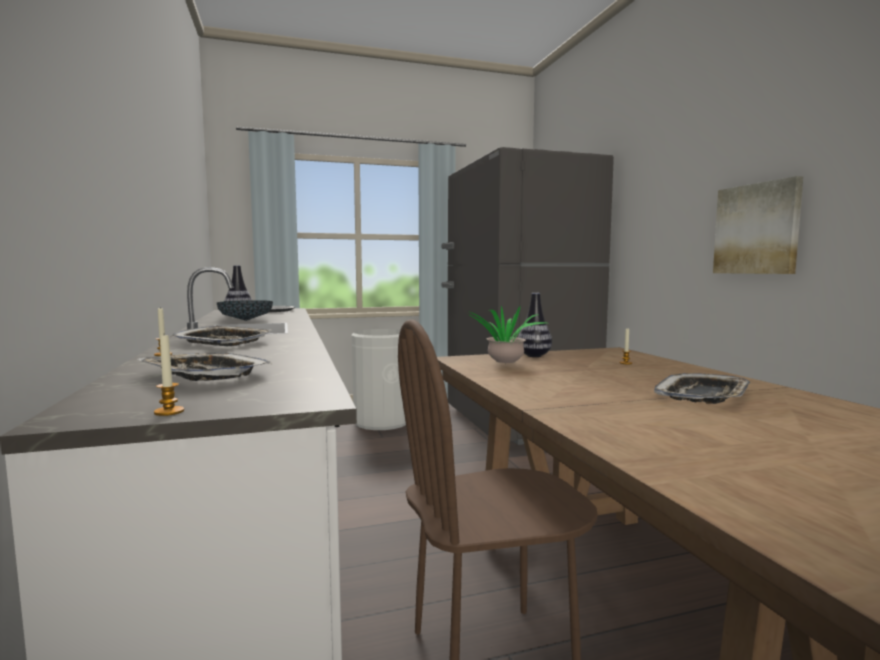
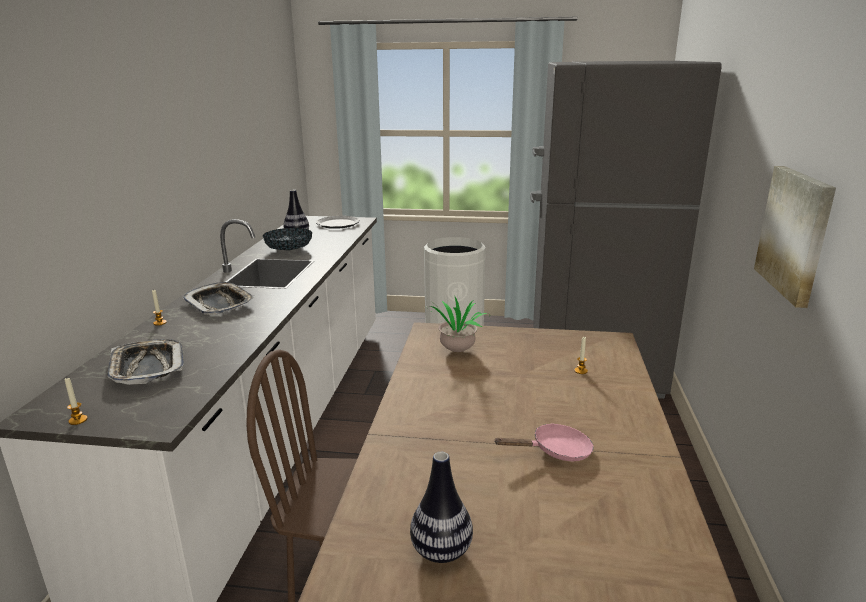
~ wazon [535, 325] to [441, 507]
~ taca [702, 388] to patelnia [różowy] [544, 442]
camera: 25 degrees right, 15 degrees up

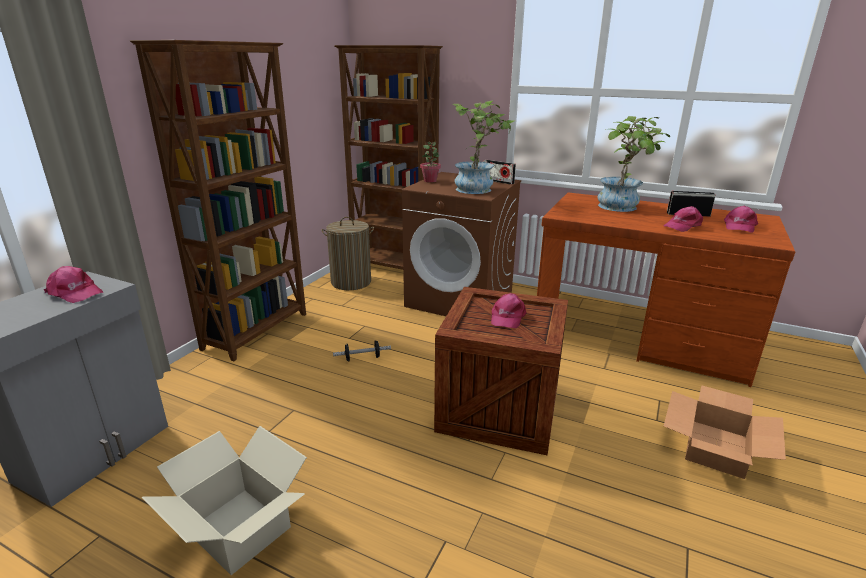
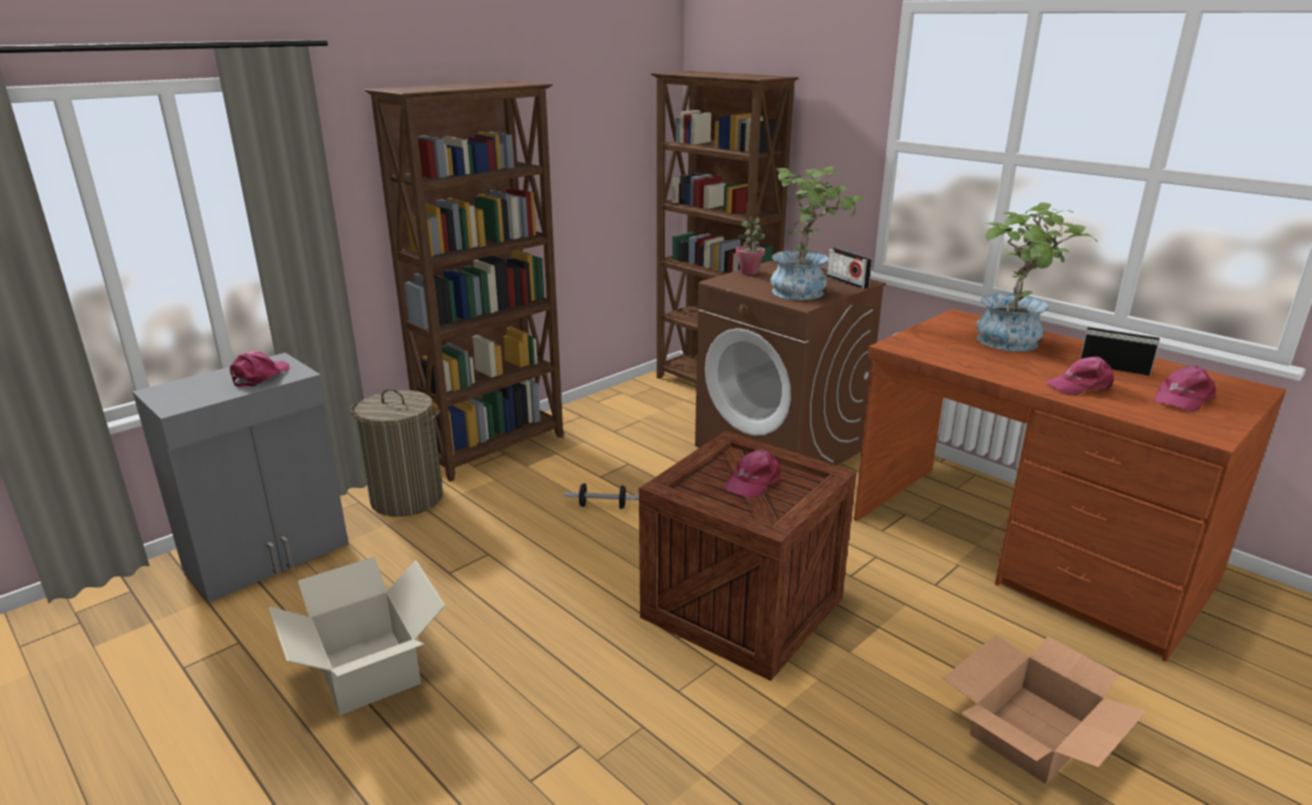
~ kosz na pranie [347, 253] to [396, 453]
~ czapka z daszkiem [różowy] [73, 284] = [260, 369] 120 degrees counterclockwise
camera: 20 degrees right, 0 degrees up

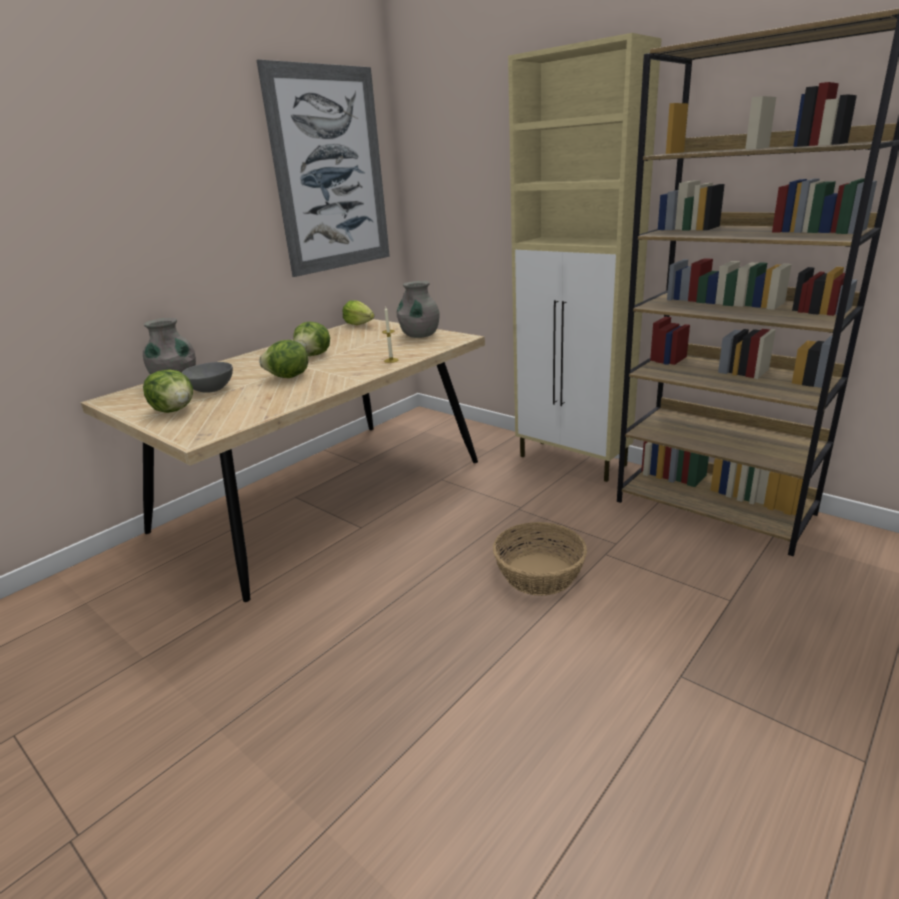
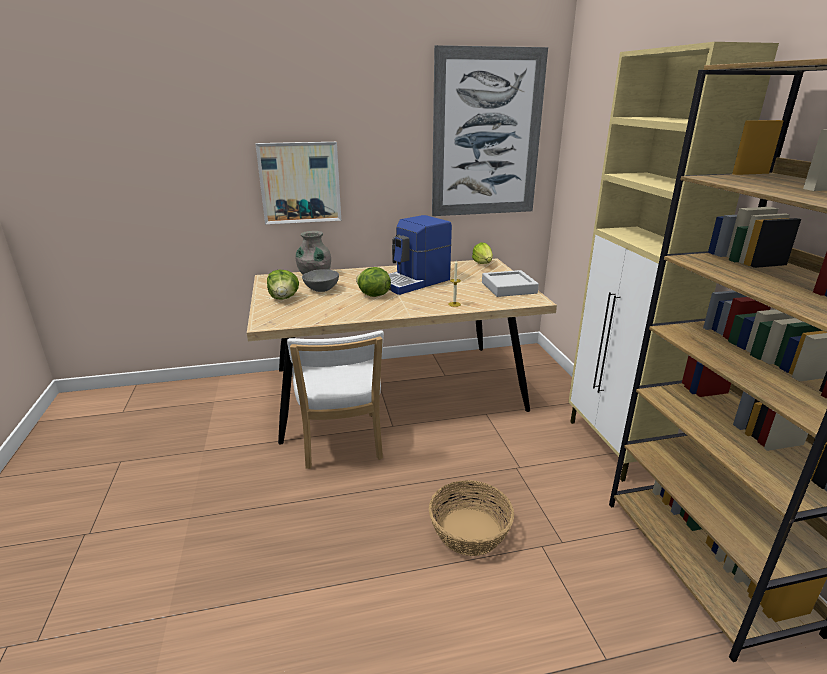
+ obraz [298, 183]
+ krzesło [biały] [335, 400]
~ sałata [311, 339] to ekspres do kawy [420, 255]
~ wazon [szary] [418, 309] to taca [szary] [510, 283]
camera: 35 degrees right, 0 degrees up

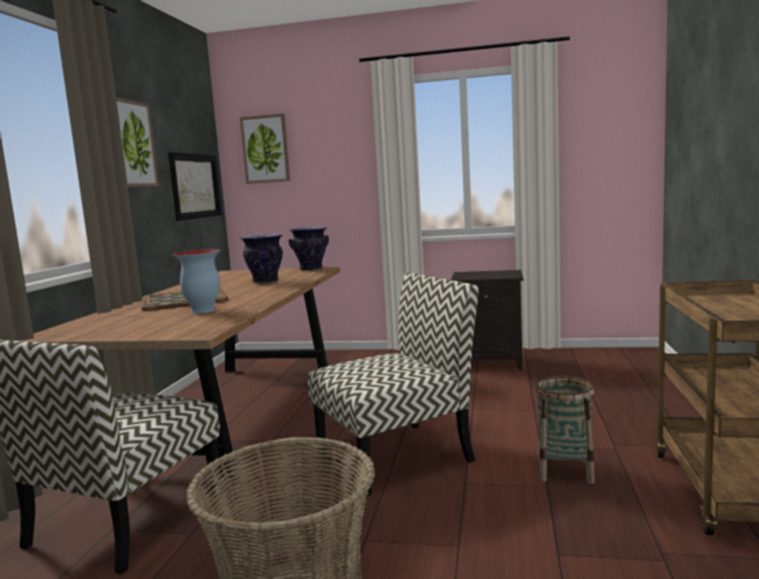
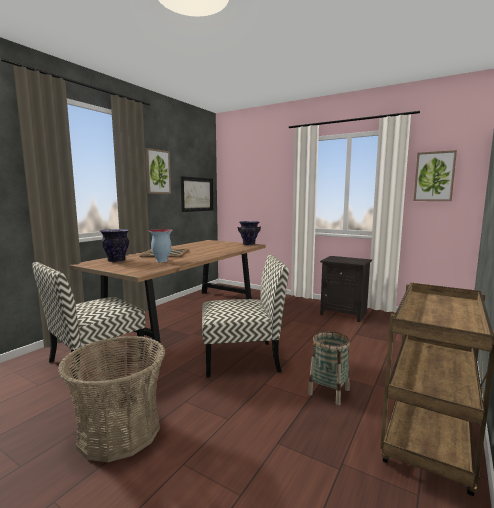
~ obraz [265, 149] to [435, 175]
~ wazon [261, 259] to [114, 245]
camera: 20 degrees right, 0 degrees up

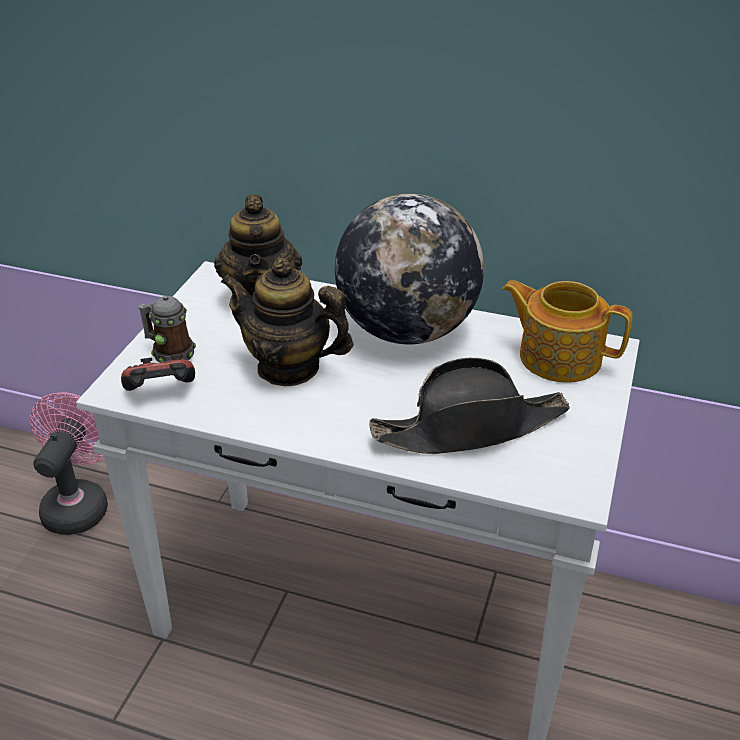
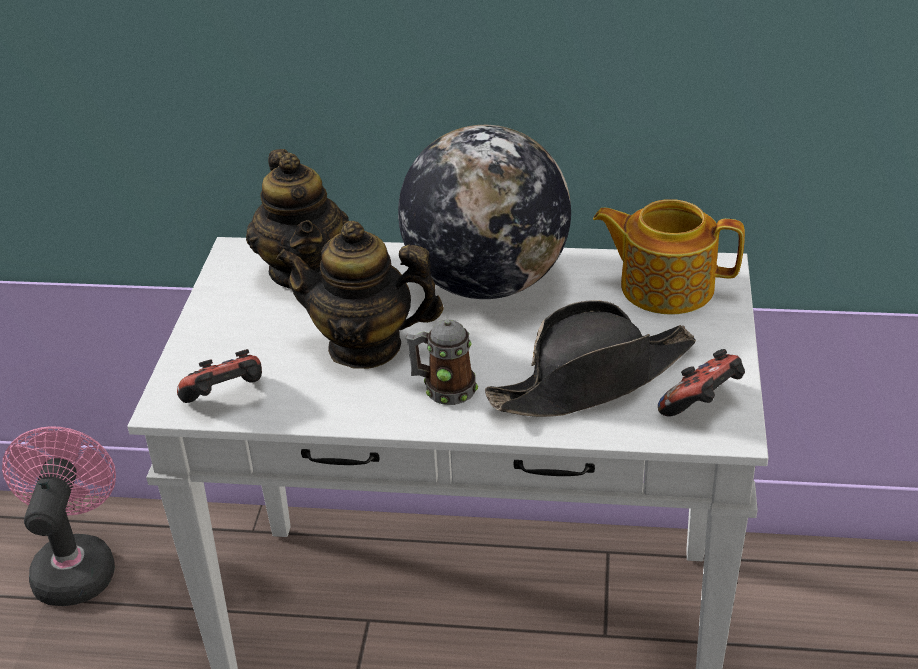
+ pad do gier [701, 383]
~ kubek [167, 329] to [442, 362]
camera: 10 degrees left, 0 degrees up

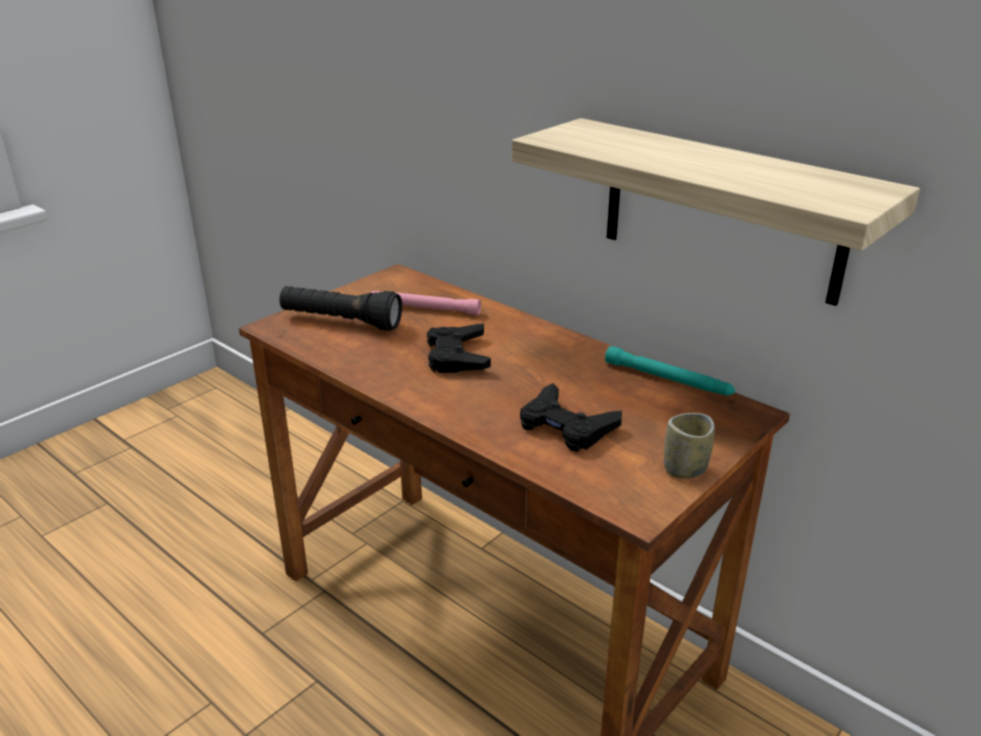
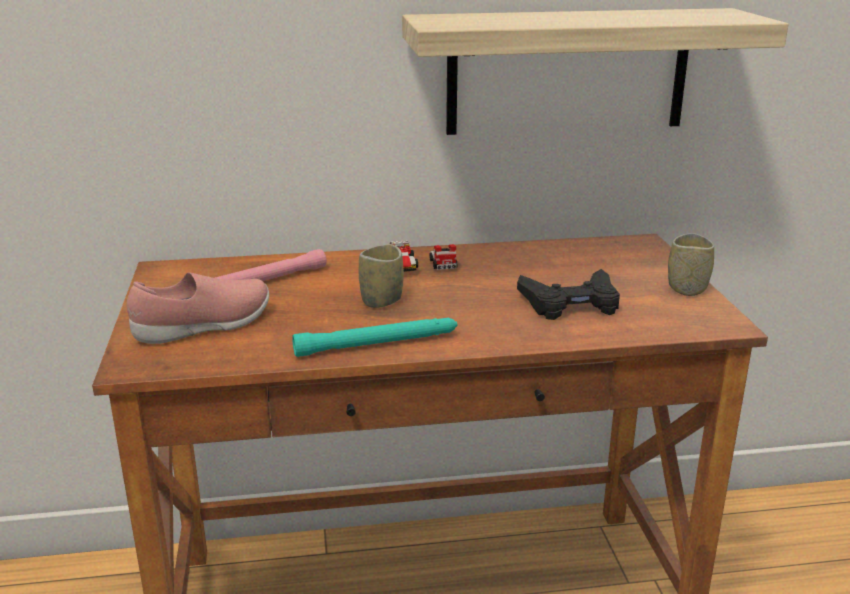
+ samochodzik [424, 256]
~ latarka [turkusowy] [670, 371] to [374, 337]
~ latarka [czarny] [340, 308] to but [różowy] [198, 308]
~ pad do gier [czarny] [459, 348] to filiżanka [381, 276]
camera: 50 degrees left, 5 degrees down

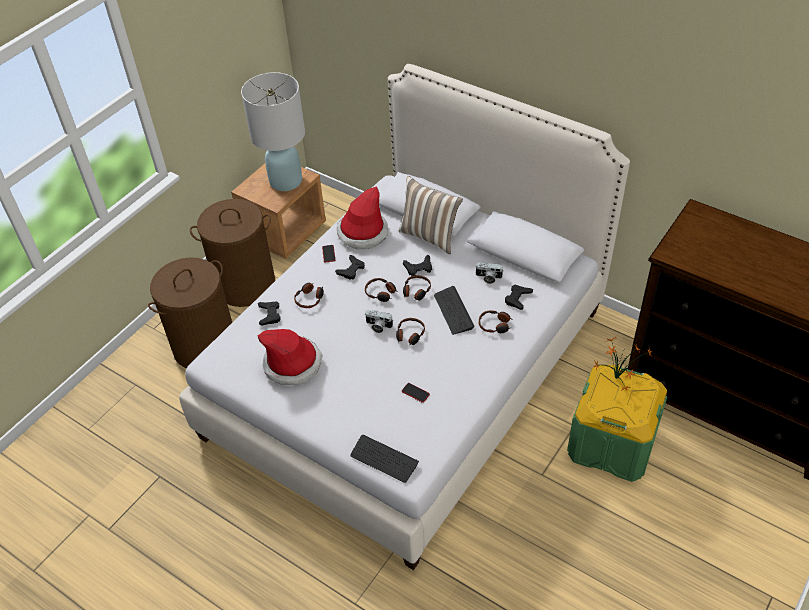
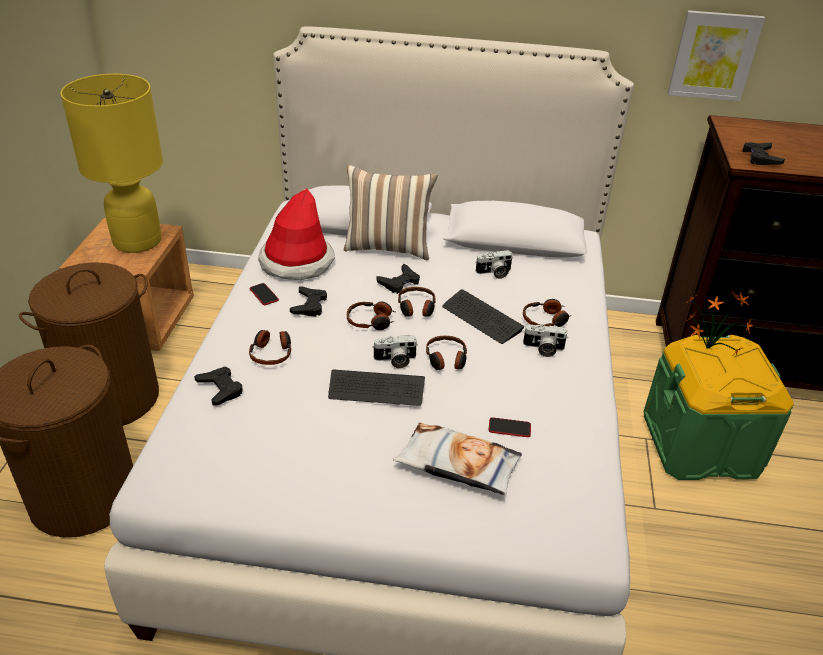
- kapelusz [290, 357]
+ poduszka [457, 459]
+ aparat fotograficzny [545, 340]
+ obraz [716, 55]
~ klawiatura [384, 459] to [376, 388]
~ pad do gier [czarny] [519, 297] to [764, 153]
~ lampa stołowa [biały] [273, 131] to lampa stołowa [żółty] [112, 163]
camera: 30 degrees left, 10 degrees down

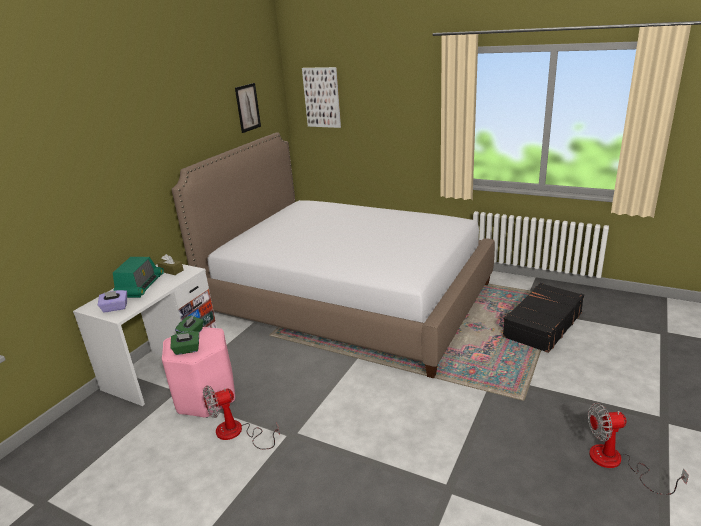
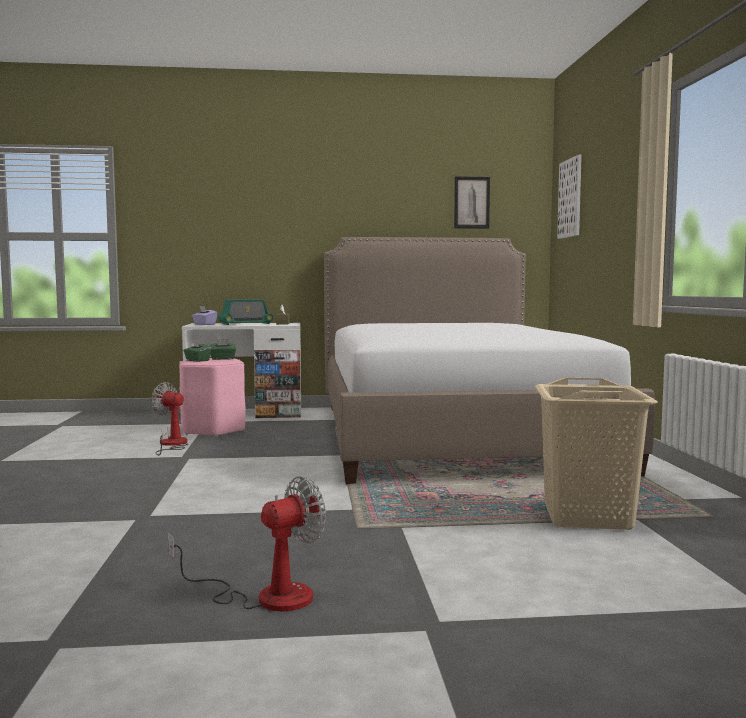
~ walizka [czarny] [543, 318] to kosz na pranie [beżowy] [596, 454]
~ wentylator [638, 449] = [247, 543] 90 degrees clockwise
camera: 55 degrees right, 20 degrees down

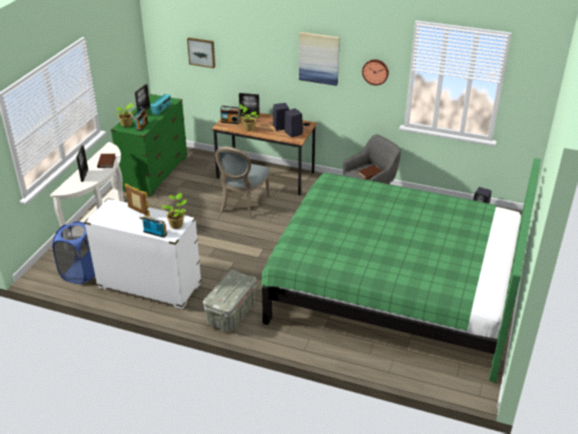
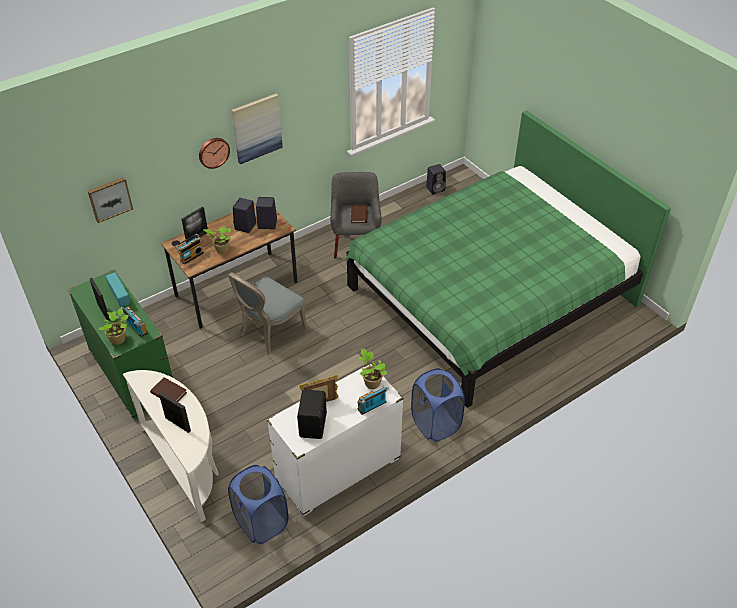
+ głośnik [czarny] [312, 414]
~ zegar ścienny [375, 72] to [214, 153]
~ pojemnik do przechowywania [szary] [230, 301] to kosz na pranie [niebieski] [438, 405]
~ krzesło [szary] [242, 182] = [267, 313] 75 degrees clockwise
camera: 55 degrees left, 10 degrees up

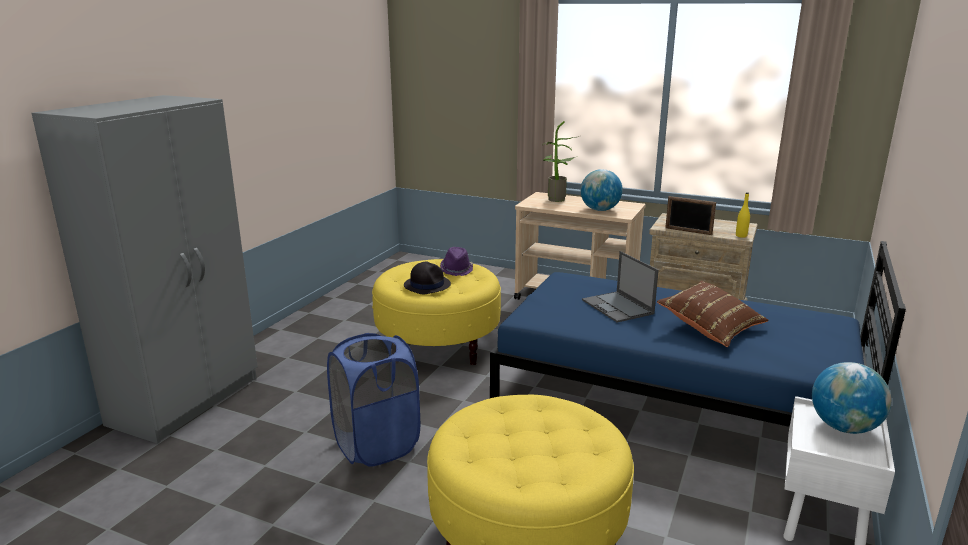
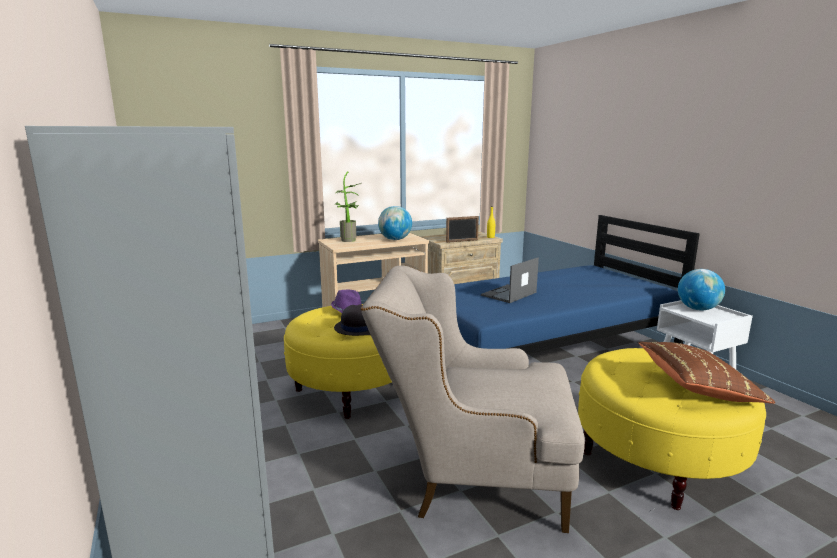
~ poduszka [brązowy] [713, 314] to [707, 373]
~ kosz na pranie [niebieski] [373, 400] to fotel [beżowy] [473, 399]
~ laptop [620, 287] = [510, 280] 120 degrees clockwise
camera: 50 degrees left, 5 degrees down

